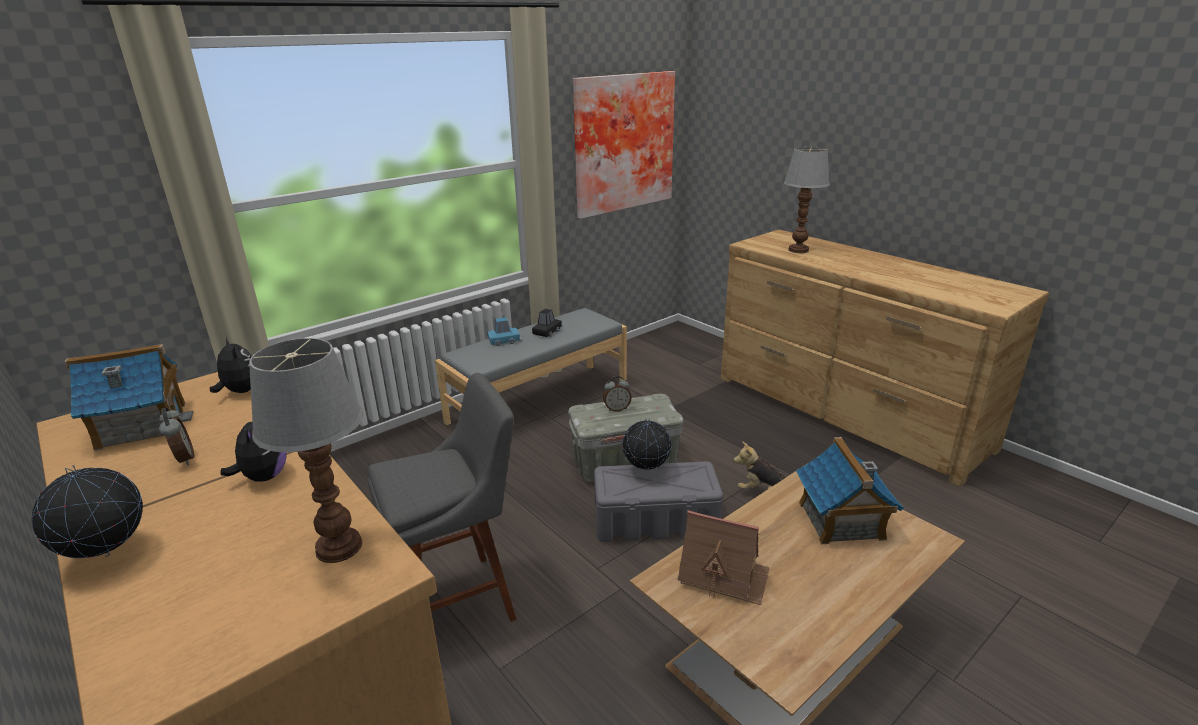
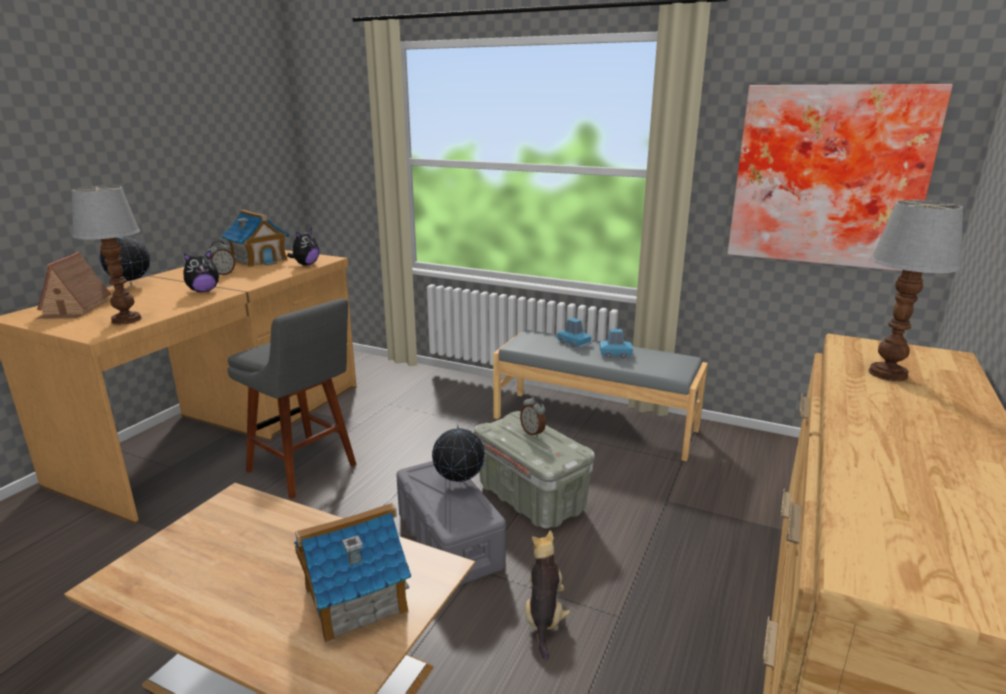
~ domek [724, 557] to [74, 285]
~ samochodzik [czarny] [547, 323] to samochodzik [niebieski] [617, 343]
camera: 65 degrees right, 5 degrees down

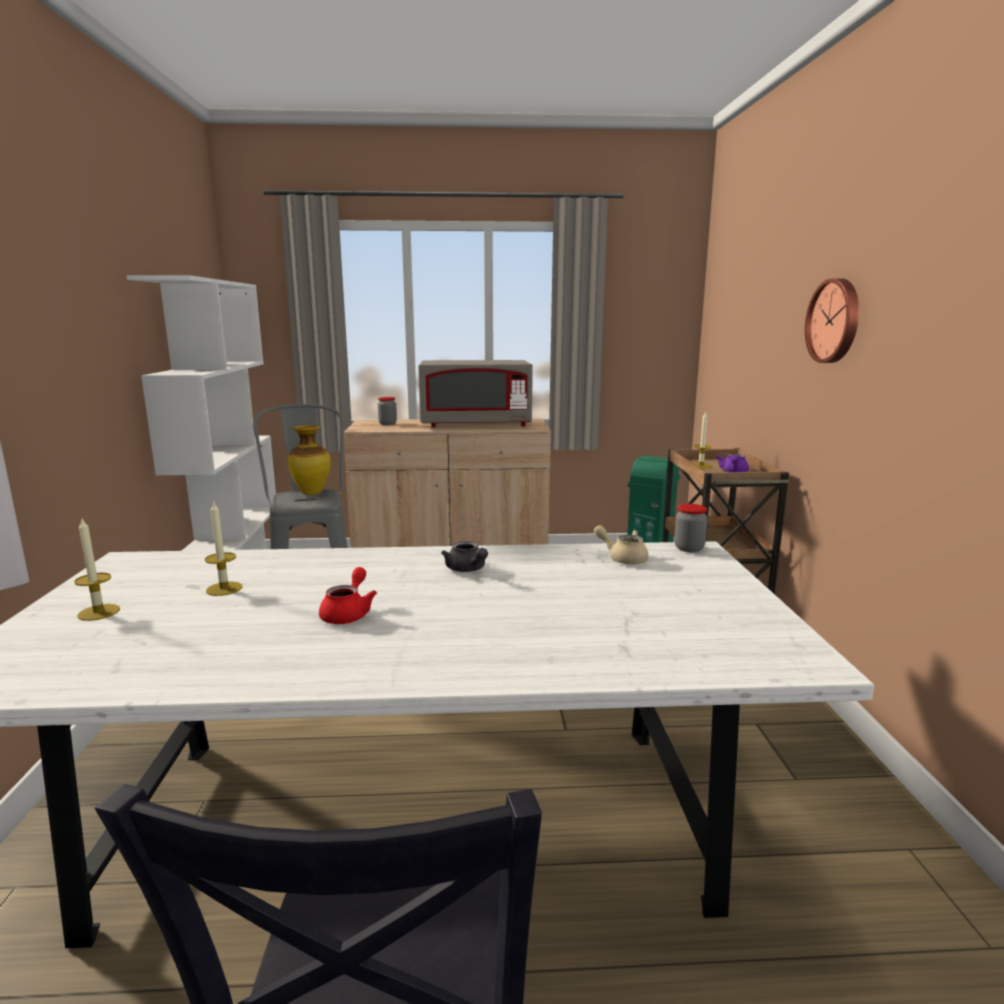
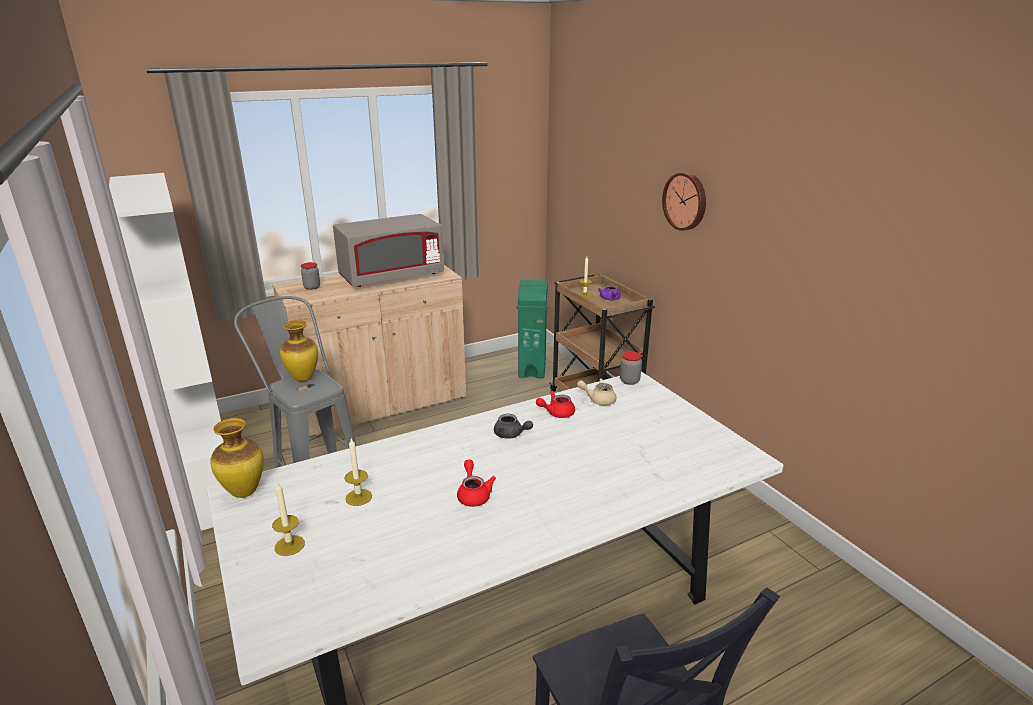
+ wazon [237, 458]
+ imbryk [czerwony] [555, 404]
camera: 25 degrees left, 10 degrees up

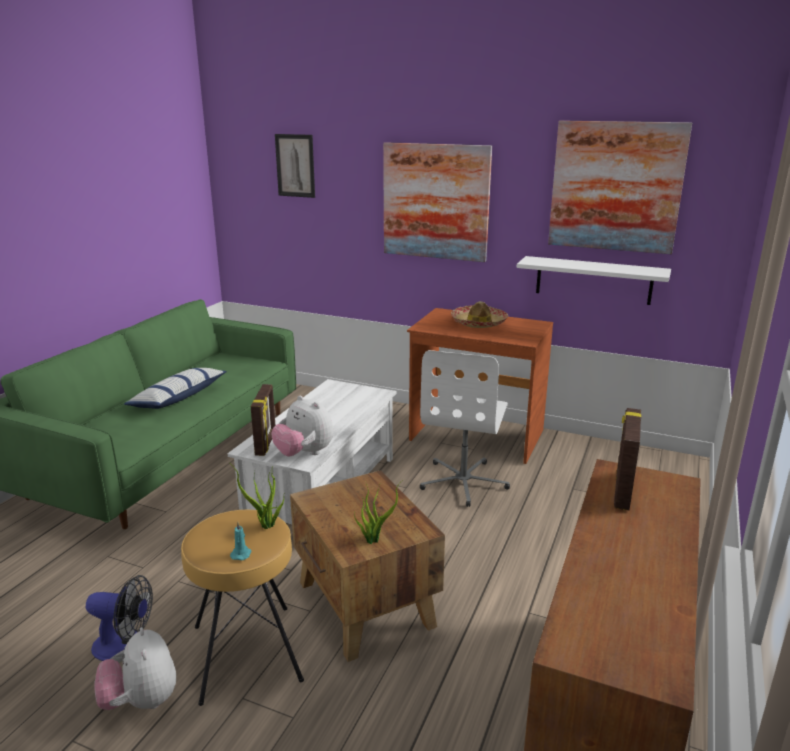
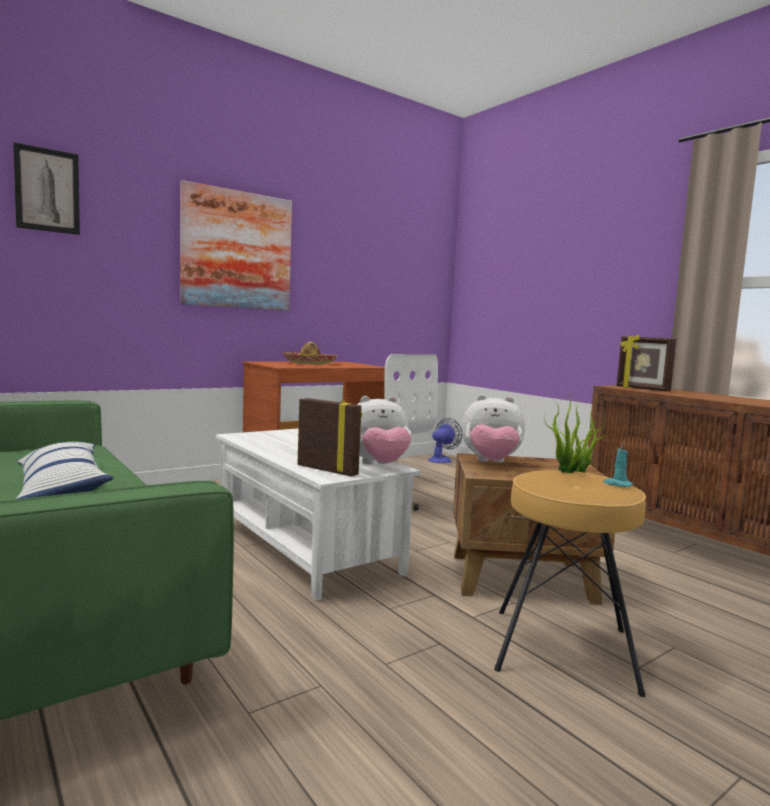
- półka [biały] [594, 280]
- obraz [620, 187]
~ wentylator [119, 618] to [445, 440]
~ pluszak [135, 668] to [493, 429]
camera: 60 degrees left, 15 degrees down

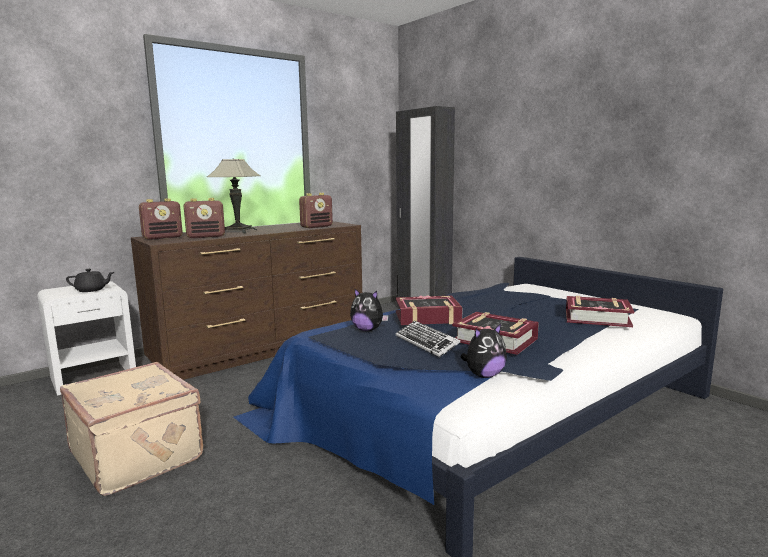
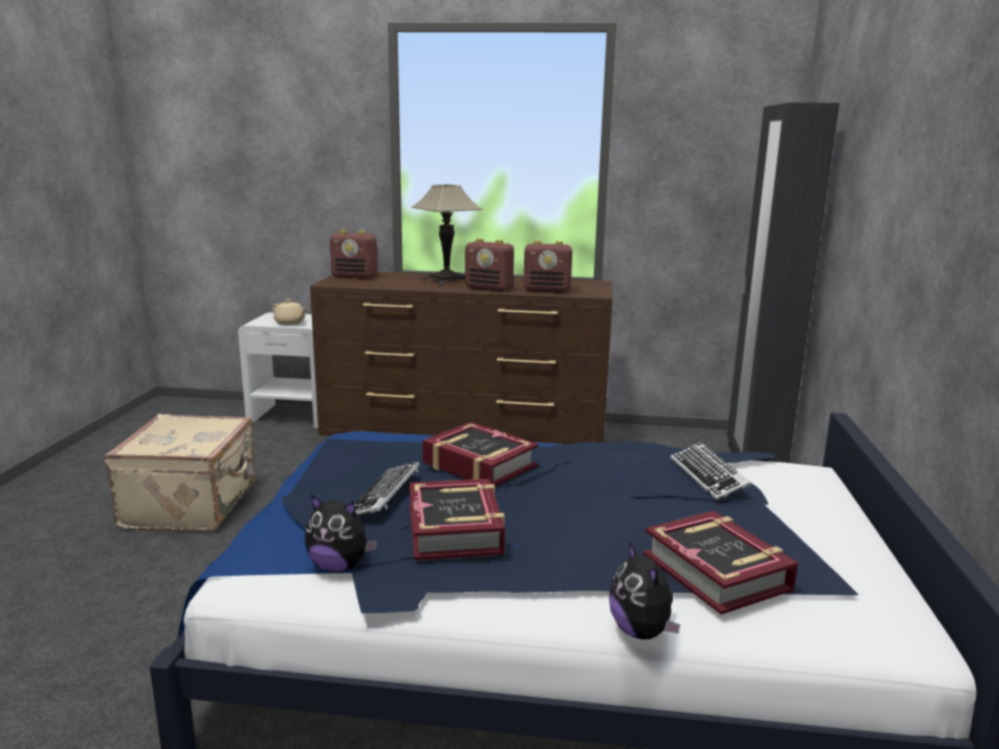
+ klawiatura [710, 471]
~ radio [204, 218] to [489, 265]
~ pluszak [369, 309] to [644, 590]
~ imbryk [czarny] [90, 280] to imbryk [beżowy] [289, 312]
camera: 45 degrees right, 5 degrees up

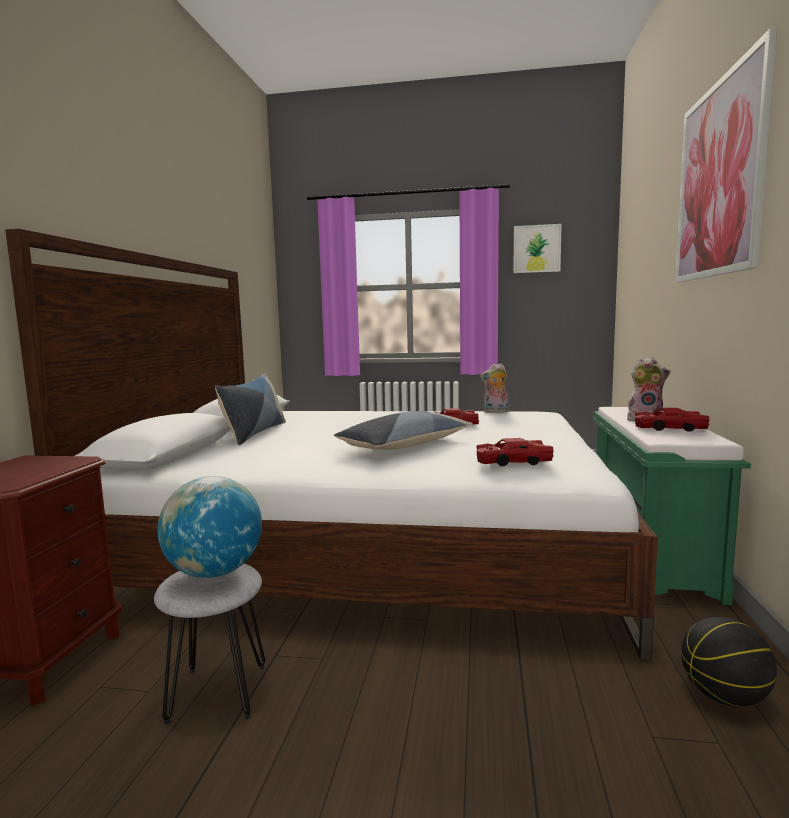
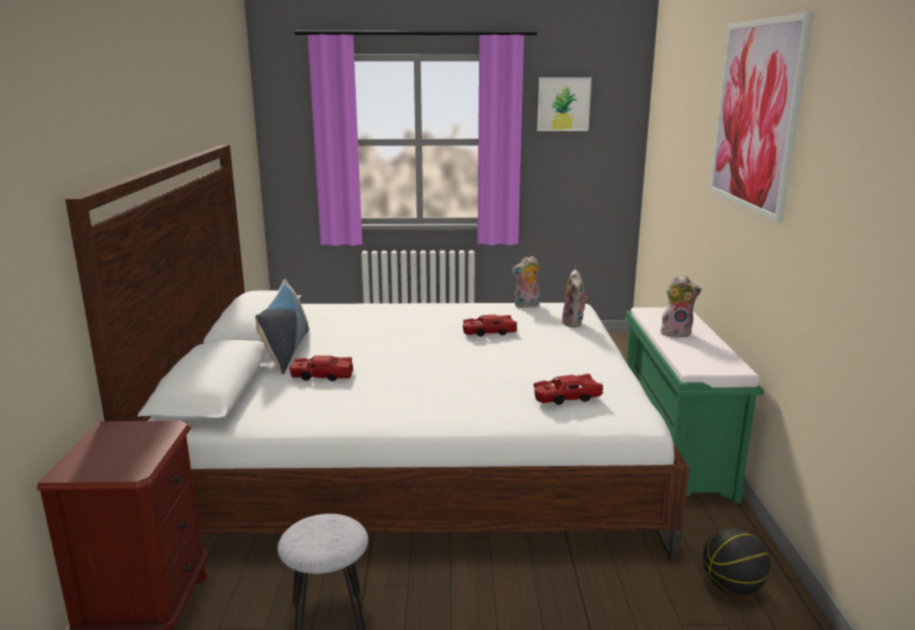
- globus [209, 527]
- poduszka [403, 430]
+ pluszak [575, 298]
~ samochodzik [czerwony] [672, 420] to [321, 368]
camera: 10 degrees left, 10 degrees up

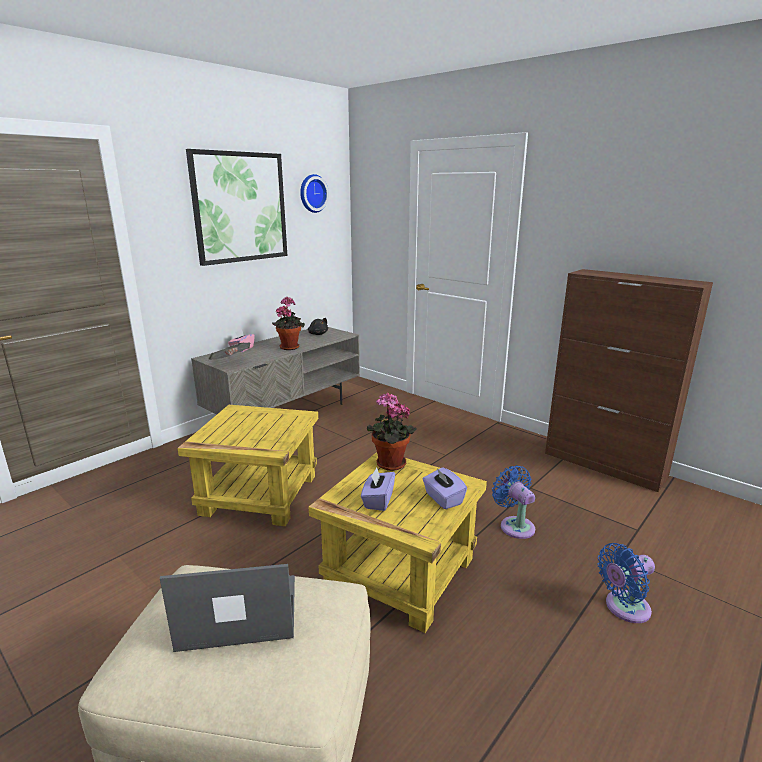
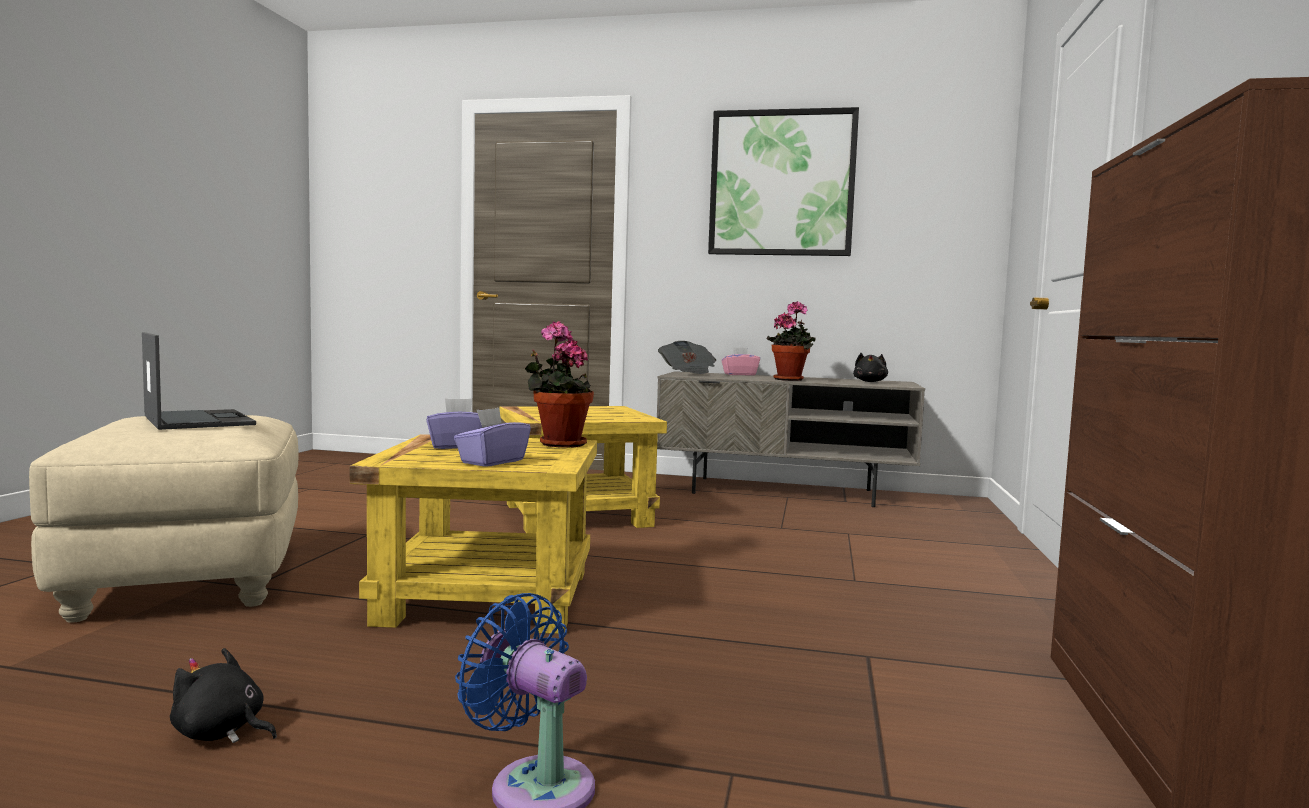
- zegar ścienny [314, 193]
- wentylator [niebieski] [513, 502]
+ pluszak [czarny] [223, 695]
camera: 60 degrees right, 15 degrees down

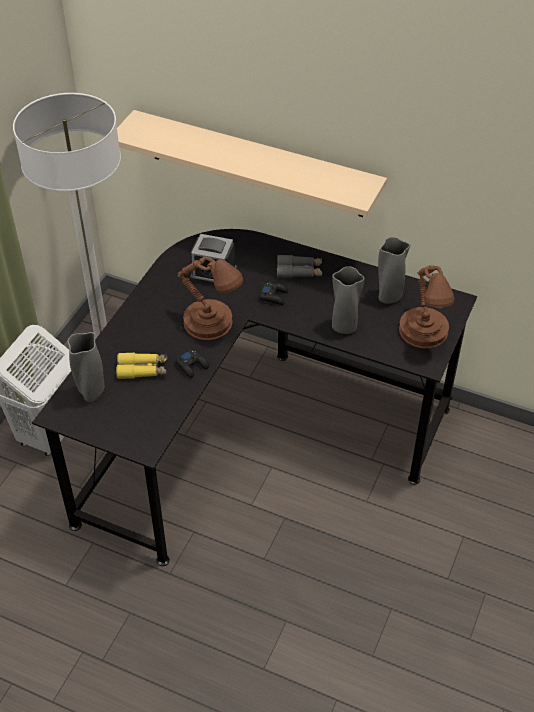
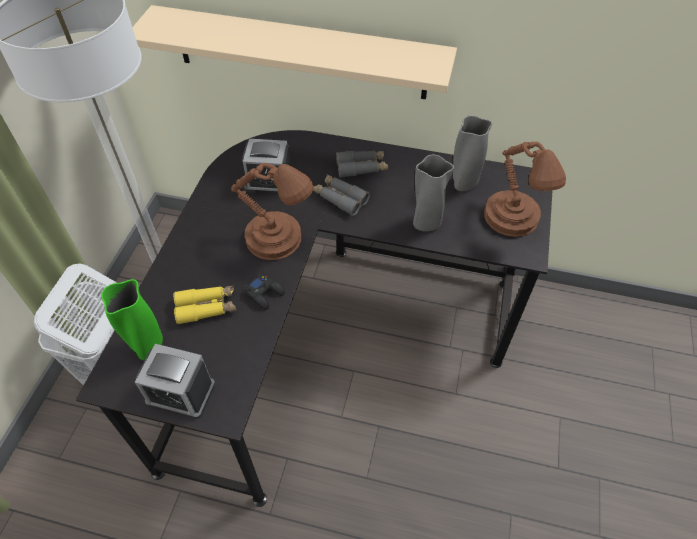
+ budzik [175, 381]
~ pad do gier [czarny] [273, 293] to lornetka [szary] [341, 195]
~ wazon [szary] [86, 367] to wazon [zielony] [132, 319]
camera: 10 degrees left, 5 degrees up

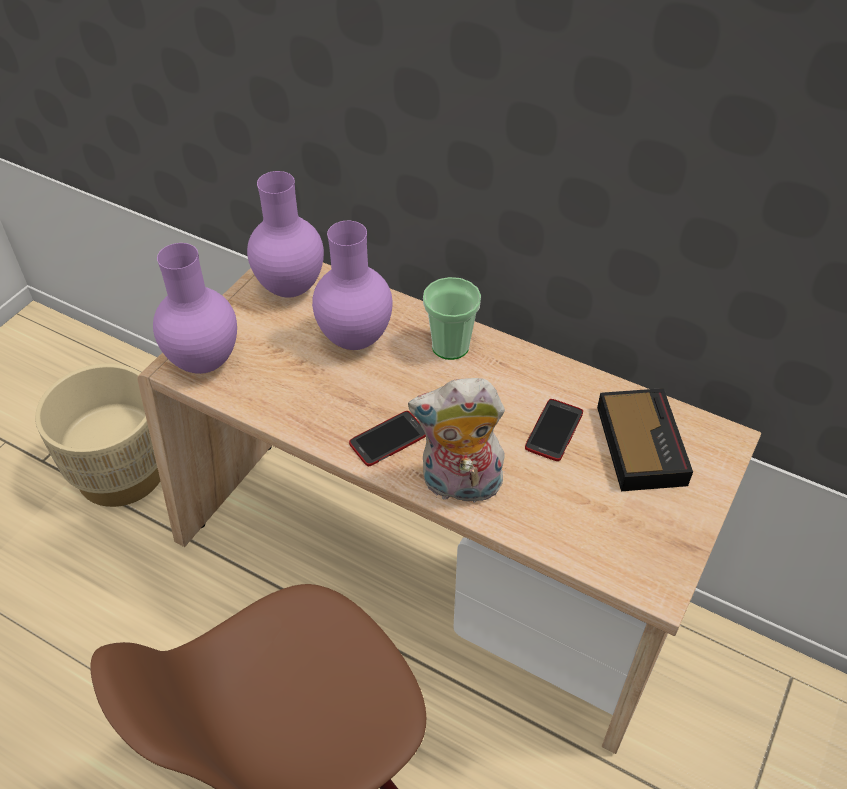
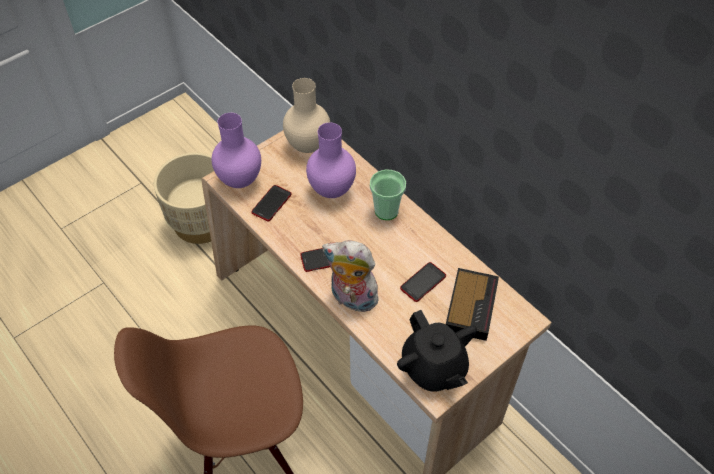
+ telefon [271, 203]
+ imbryk [czarny] [437, 351]
~ wazon [fioletowy] [285, 234] to wazon [beżowy] [306, 115]
camera: 20 degrees right, 5 degrees up

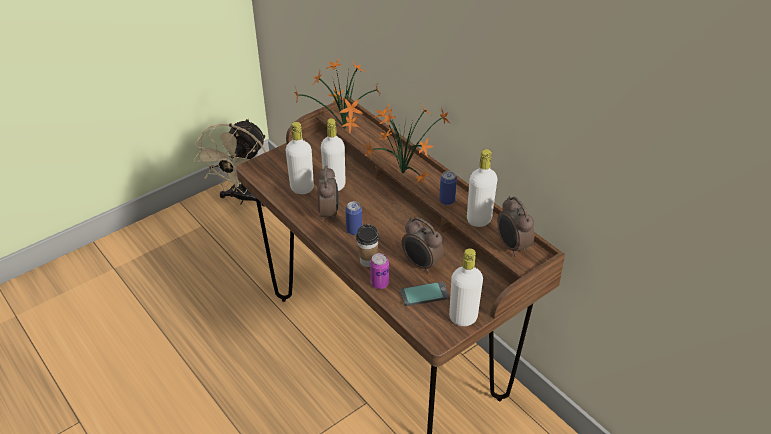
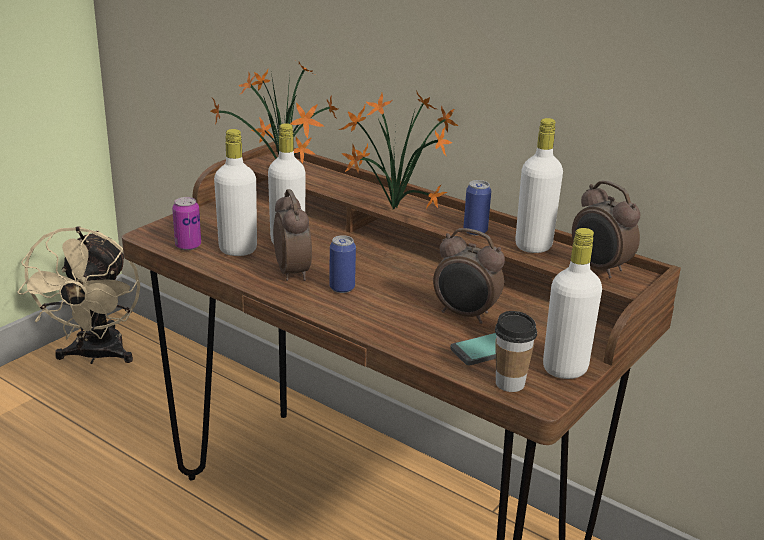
~ filiżanka [367, 245] to [516, 351]
~ puszka [379, 271] to [186, 223]
camera: 15 degrees left, 15 degrees down

